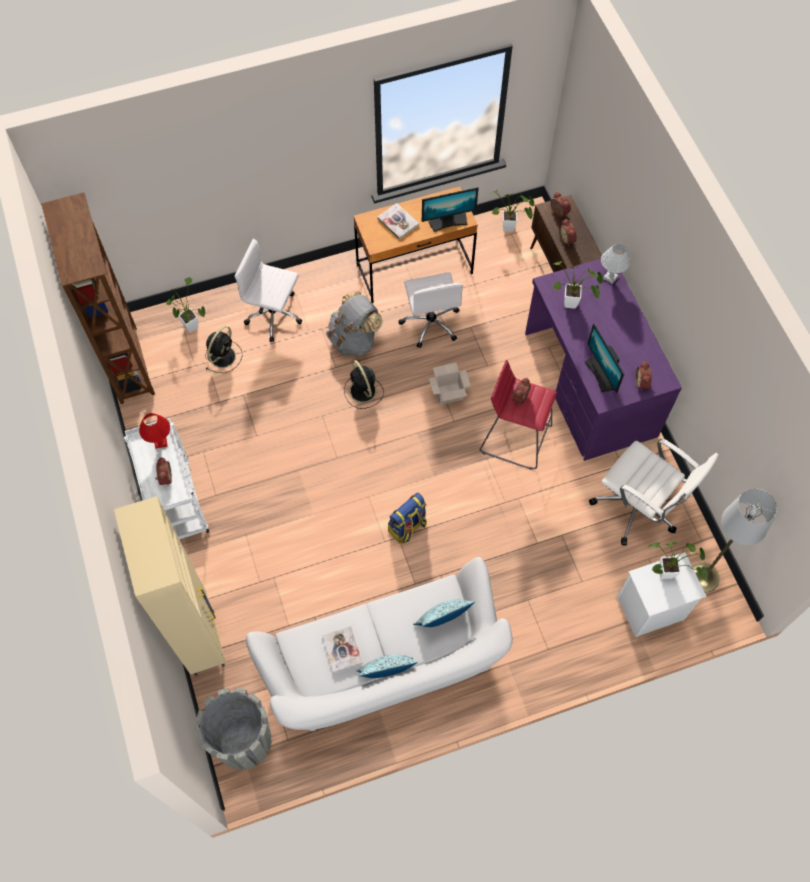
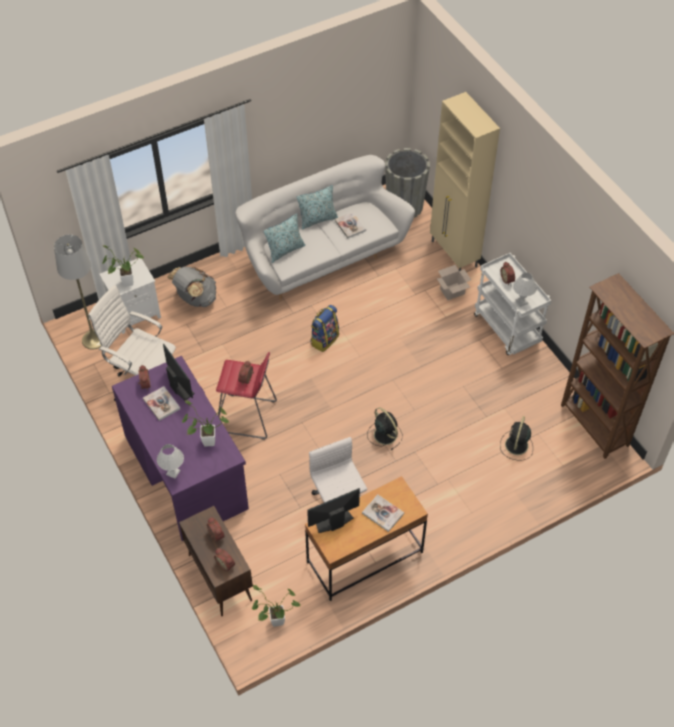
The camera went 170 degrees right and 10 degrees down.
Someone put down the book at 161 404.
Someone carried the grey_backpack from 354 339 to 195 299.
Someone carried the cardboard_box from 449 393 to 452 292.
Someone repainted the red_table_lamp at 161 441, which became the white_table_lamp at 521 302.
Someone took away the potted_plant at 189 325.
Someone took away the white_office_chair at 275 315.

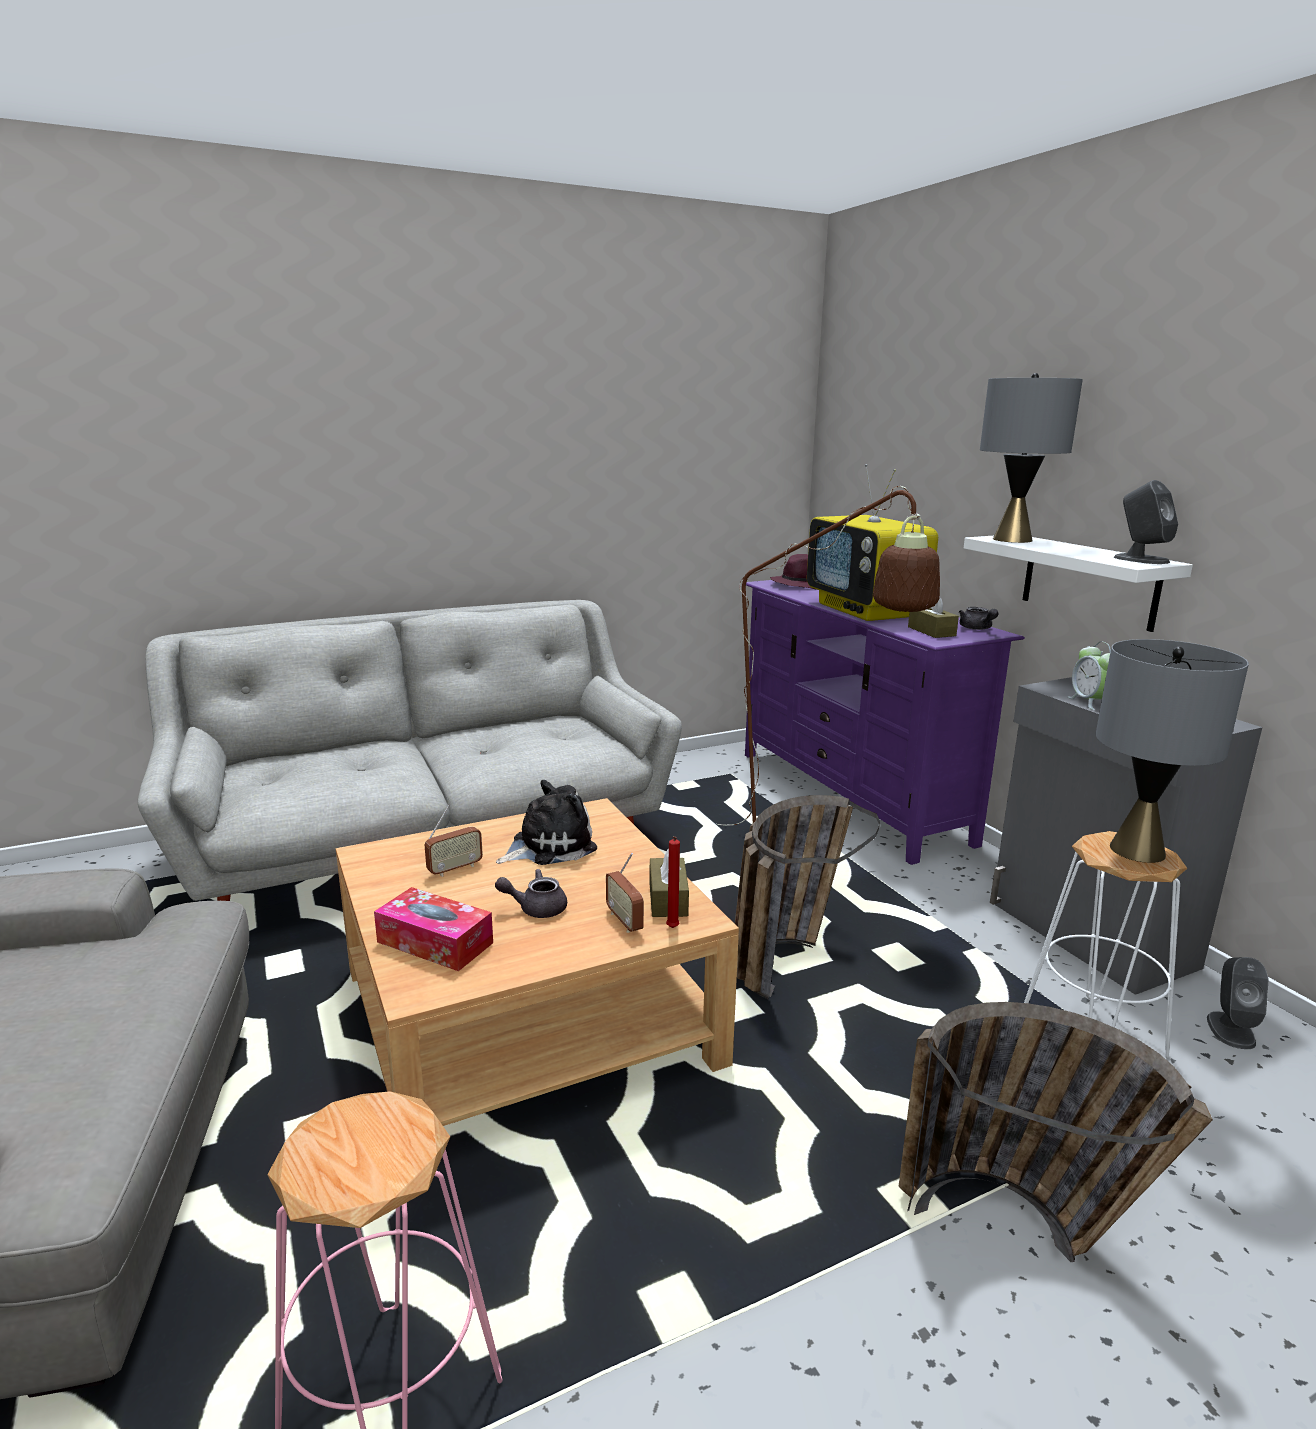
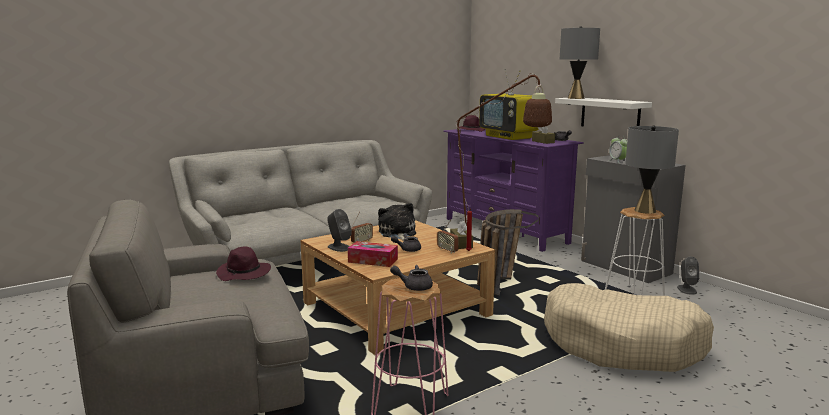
The camera went 10 degrees left and 5 degrees down.
Someone put down the purple_hat at 244 274.
Someone carried the grey_speaker from 1140 559 to 339 247.
Someone rotated the plush_toy at 549 846 by 60 degrees counterclockwise.
Someone put down the grey_teapot at 414 287.
Someone swapped the basket at 1024 1227 for the beige_dog_bed at 622 344.

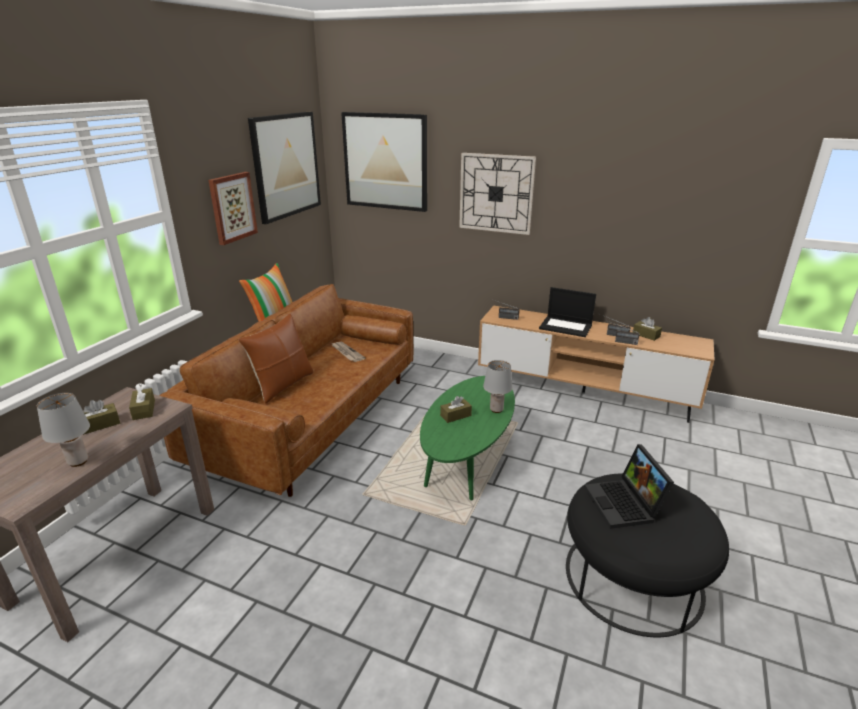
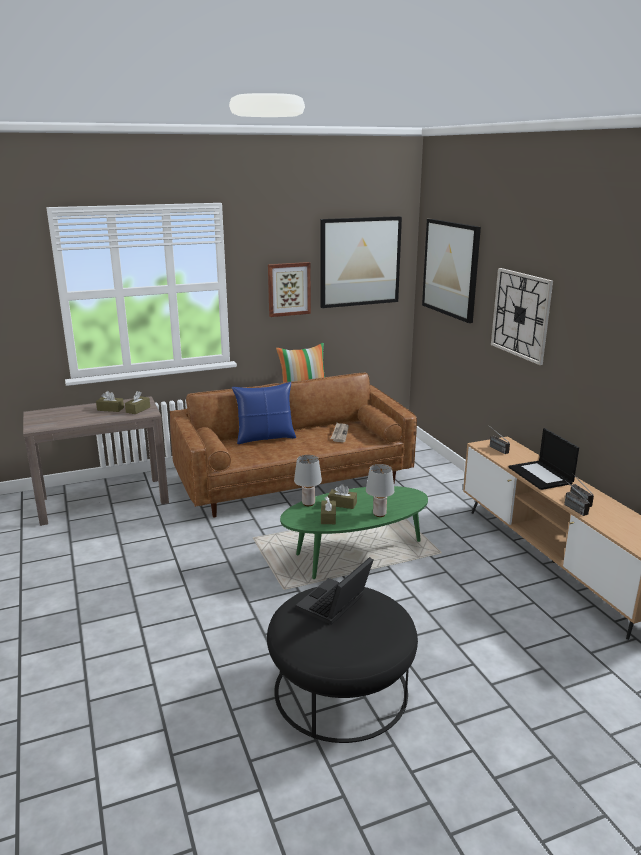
The camera went 45 degrees right and 5 degrees down.
Someone repainted the brown_pillow at 282 385, which became the blue_pillow at 265 438.
Someone carried the grey_table_lamp from 78 462 to 308 503.
Someone carried the brown_tissue_box from 646 335 to 328 517.

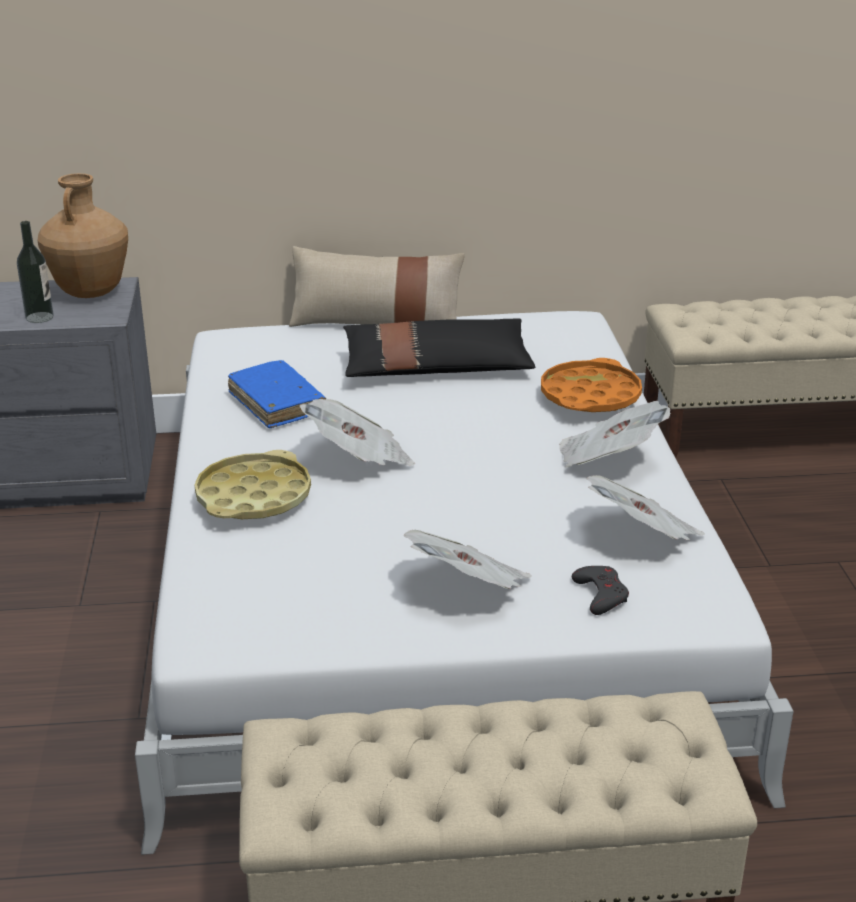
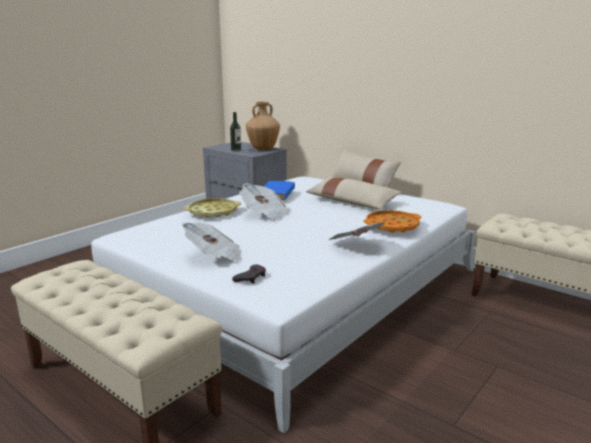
The camera went 45 degrees right and 10 degrees down.
Someone repainted the black_pillow at 436 367, which became the beige_pillow at 352 202.
Someone took away the newspaper at 643 536.

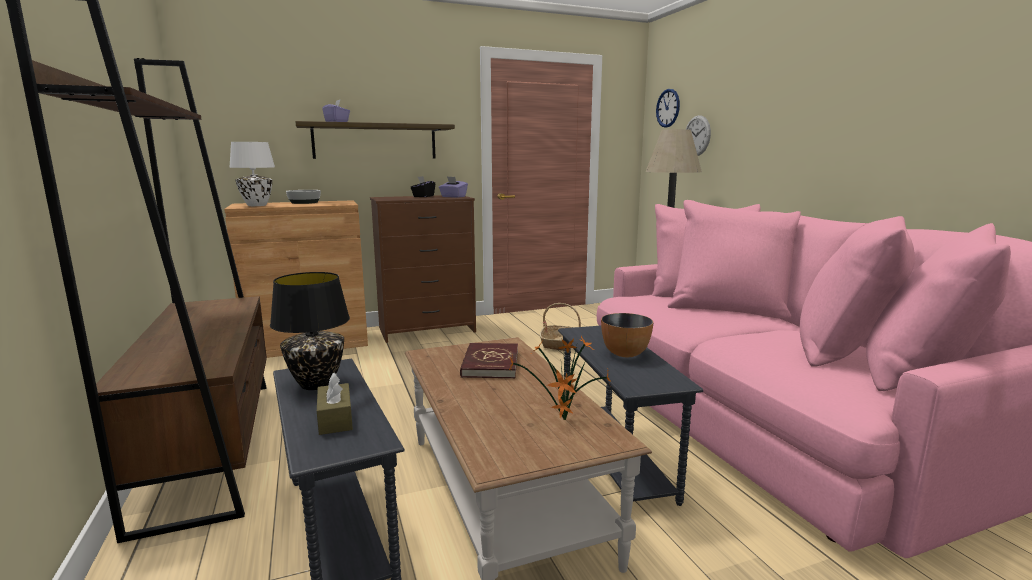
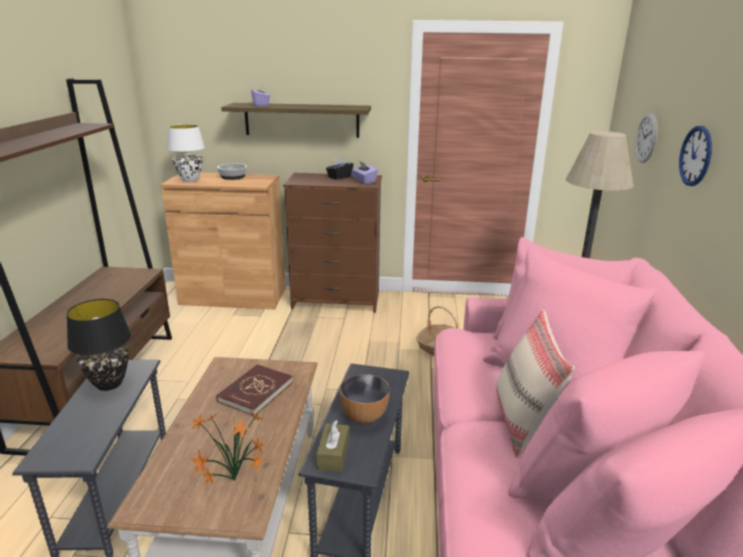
The camera went 25 degrees right and 10 degrees up.
Someone carried the brown_tissue_box from 335 419 to 333 455.
Someone put down the beige_pillow at 523 422.
Someone carried the wall_clock from 668 108 to 695 156.

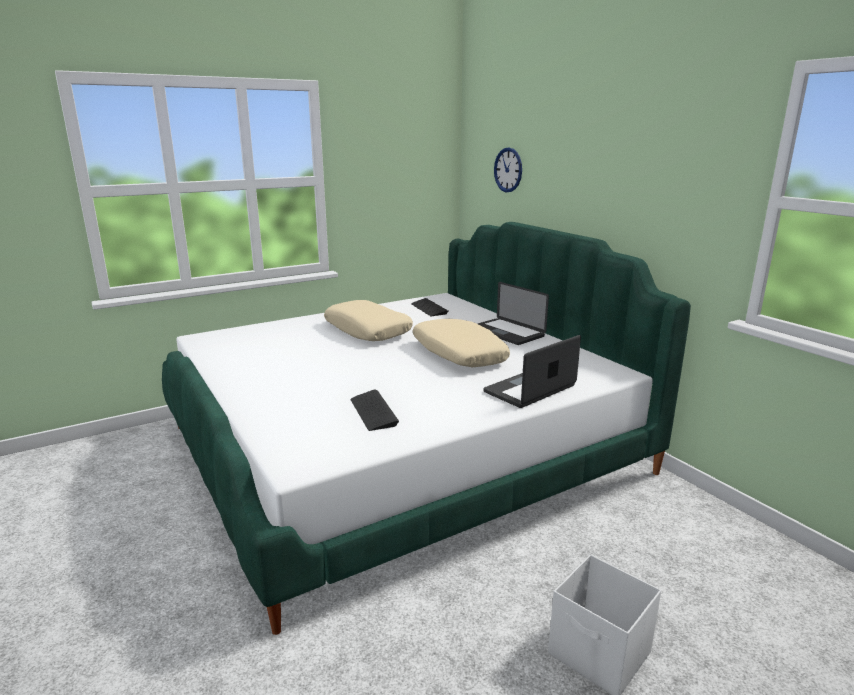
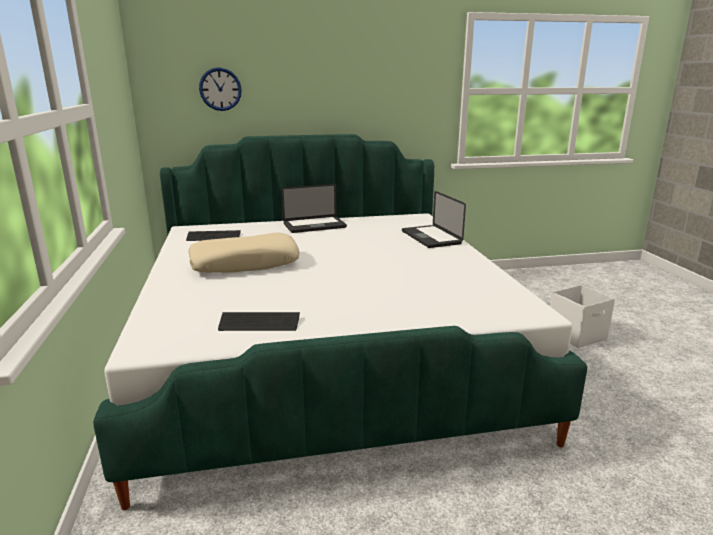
The camera went 70 degrees left and 0 degrees up.
Someone carried the keyboard from 373 411 to 259 323.
Someone took away the beige_pillow at 458 354.

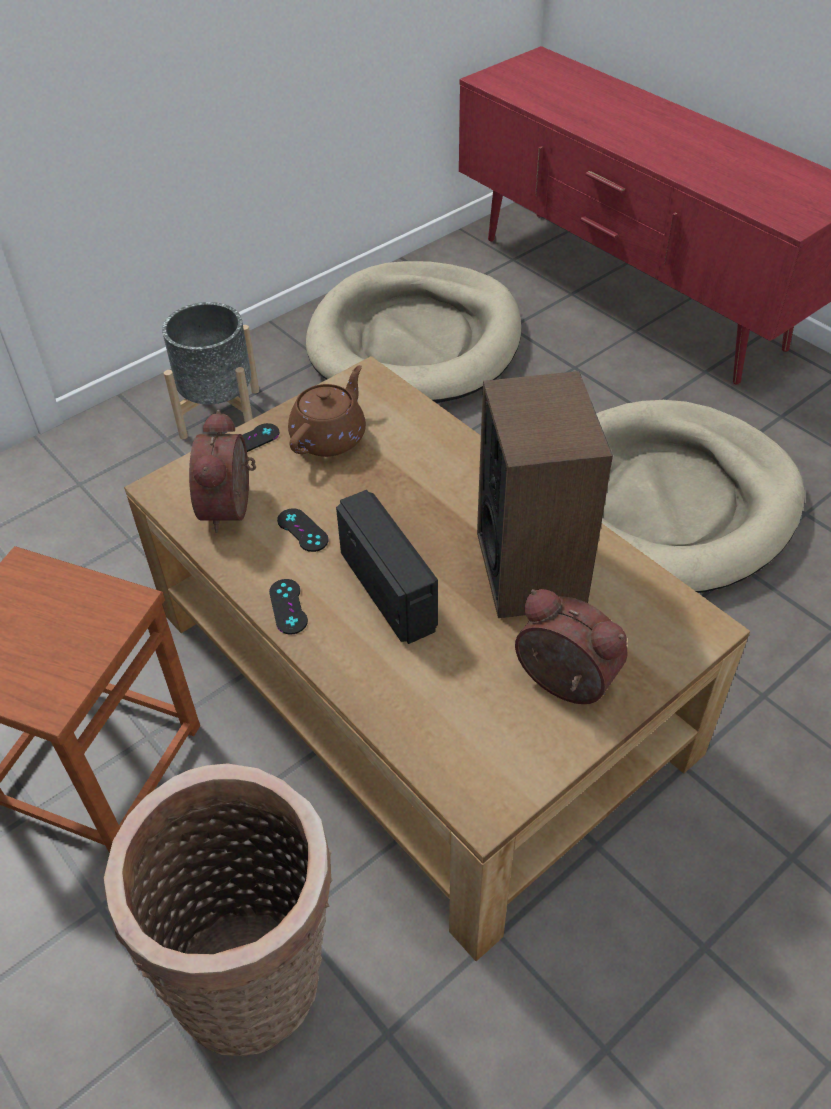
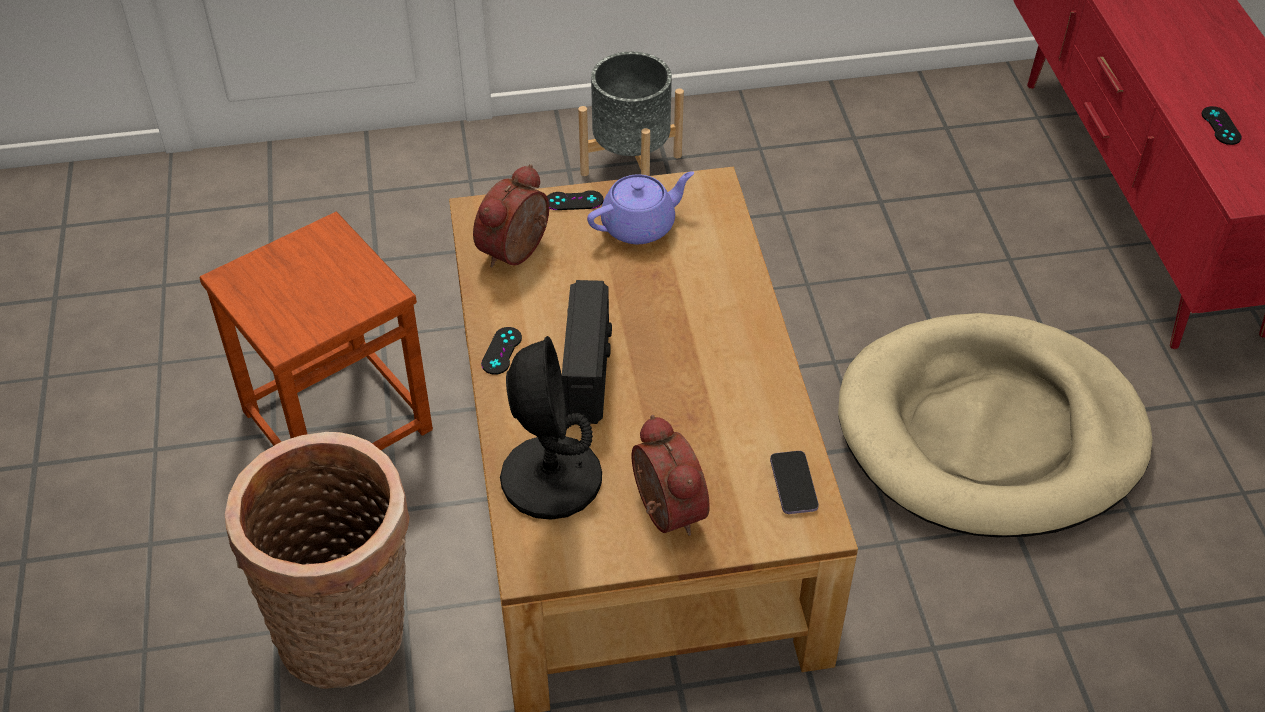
The camera went 30 degrees right and 0 degrees up.
Someone put down the black_table_lamp at 551 478.
Someone repainted the brown_teapot at 330 437, which became the purple_teapot at 640 226.
Someone put down the phone at 793 484.
Someone carried the black_game_controller from 302 530 to 1221 126.
Someone took away the beige_dog_bed at 415 341.
Someone took away the speaker at 531 568.

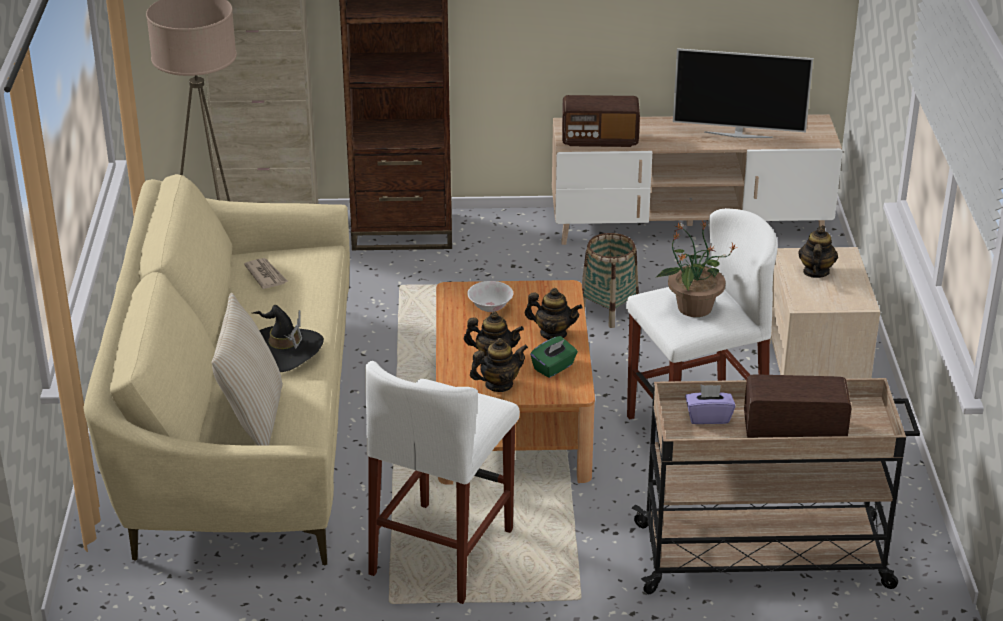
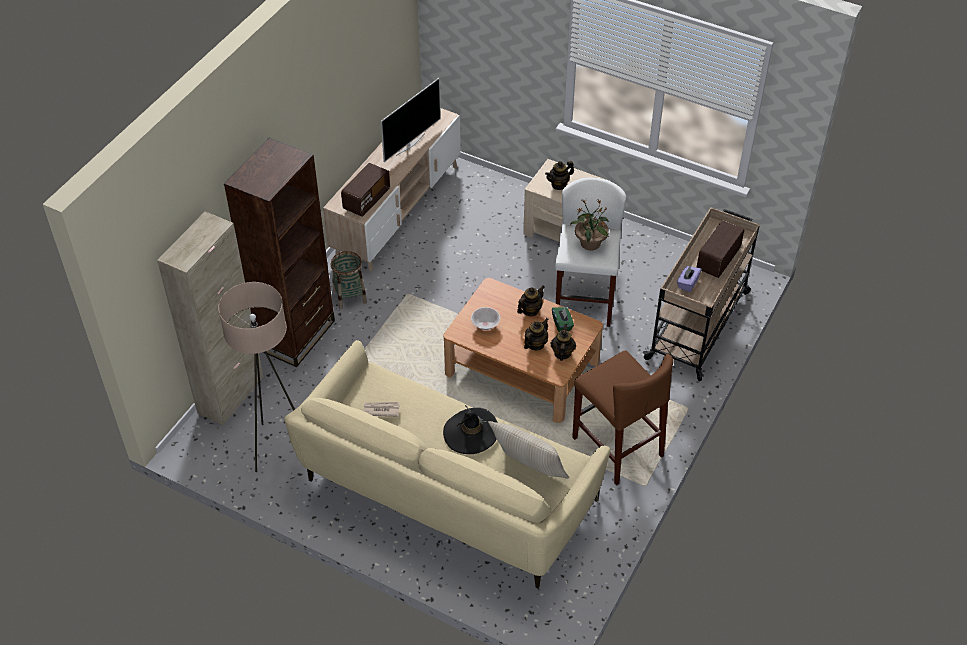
The camera went 60 degrees left and 15 degrees up.
Someone carried the basket from 609 311 to 350 296.
Someone rotated the teapot at 815 272 by 75 degrees counterclockwise.
Someone repainted the white_stool at 442 551, which became the brown_stool at 617 447.

